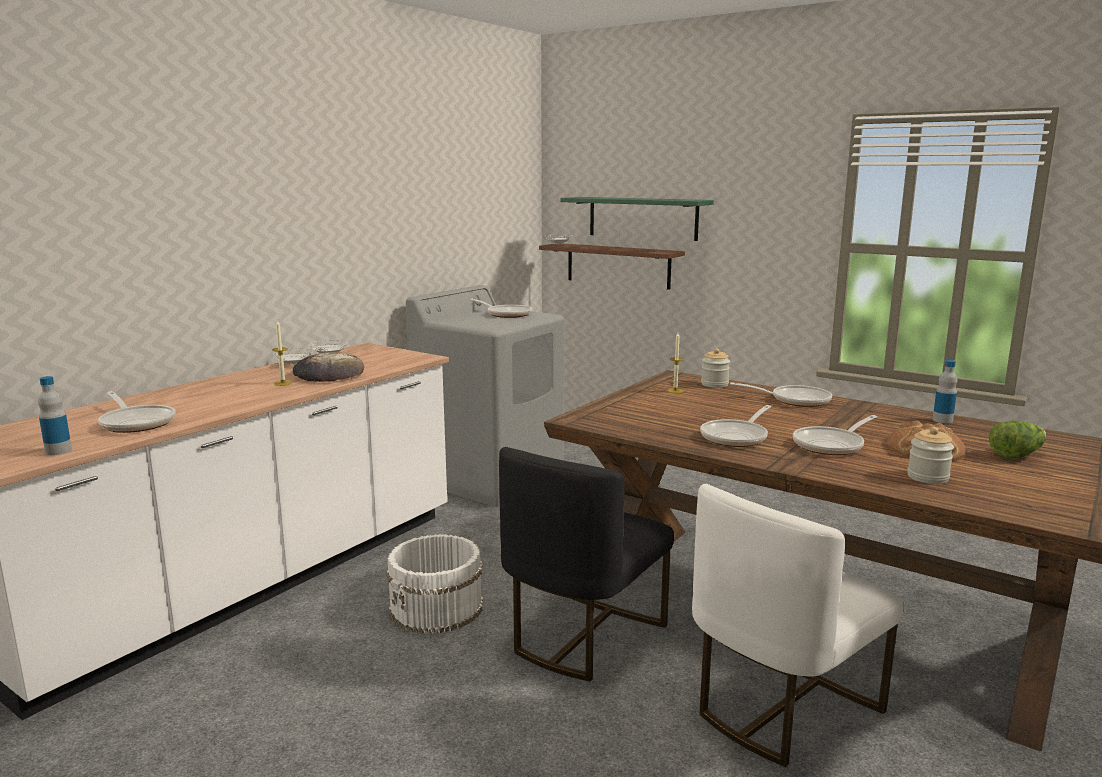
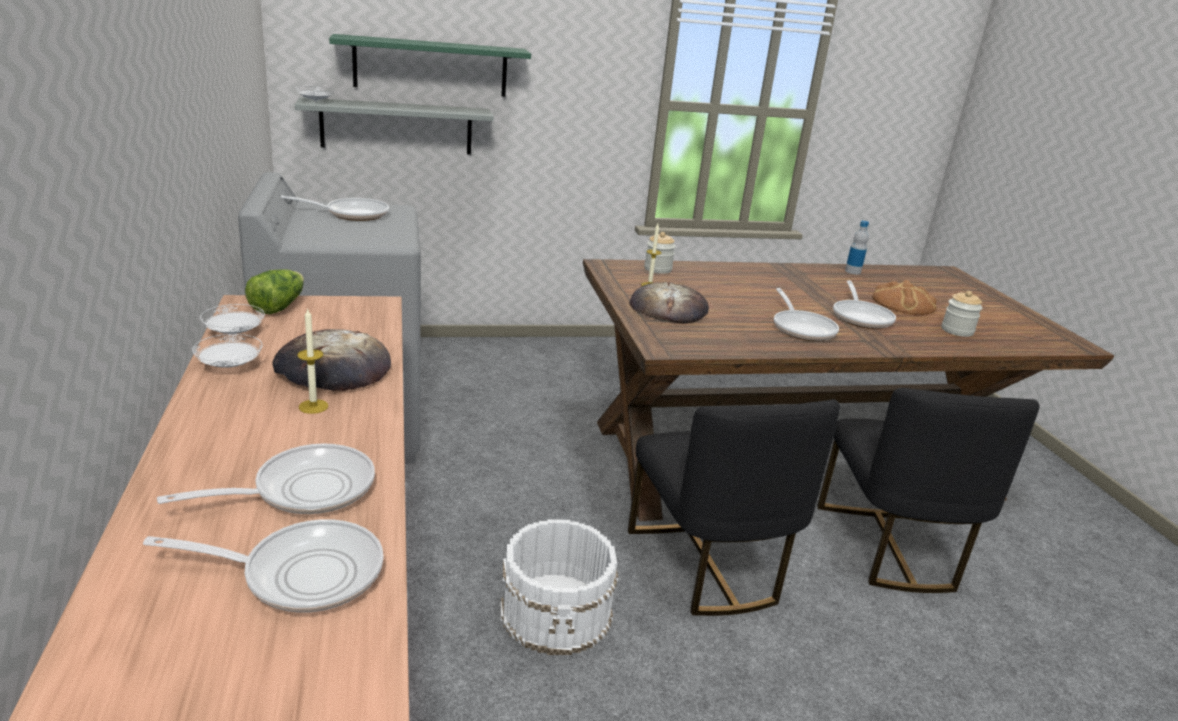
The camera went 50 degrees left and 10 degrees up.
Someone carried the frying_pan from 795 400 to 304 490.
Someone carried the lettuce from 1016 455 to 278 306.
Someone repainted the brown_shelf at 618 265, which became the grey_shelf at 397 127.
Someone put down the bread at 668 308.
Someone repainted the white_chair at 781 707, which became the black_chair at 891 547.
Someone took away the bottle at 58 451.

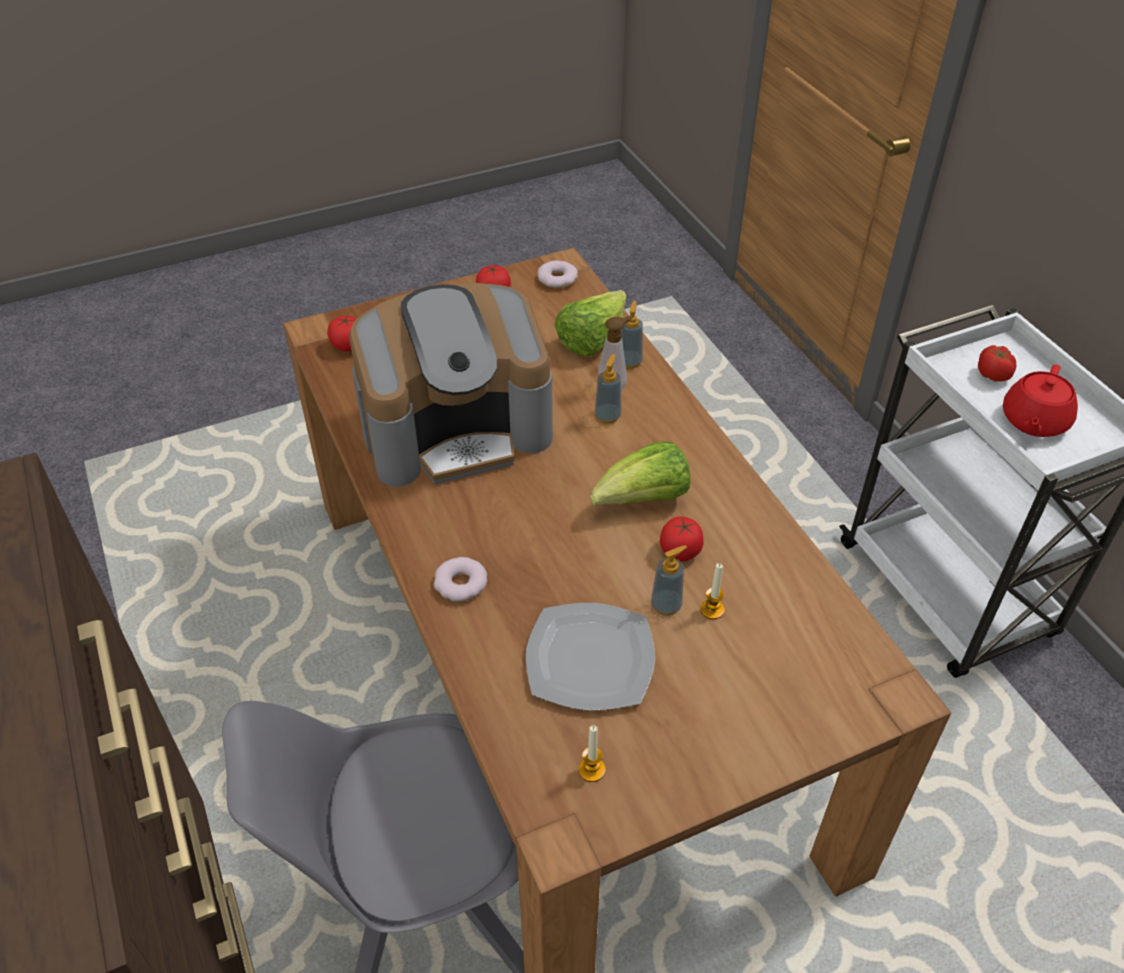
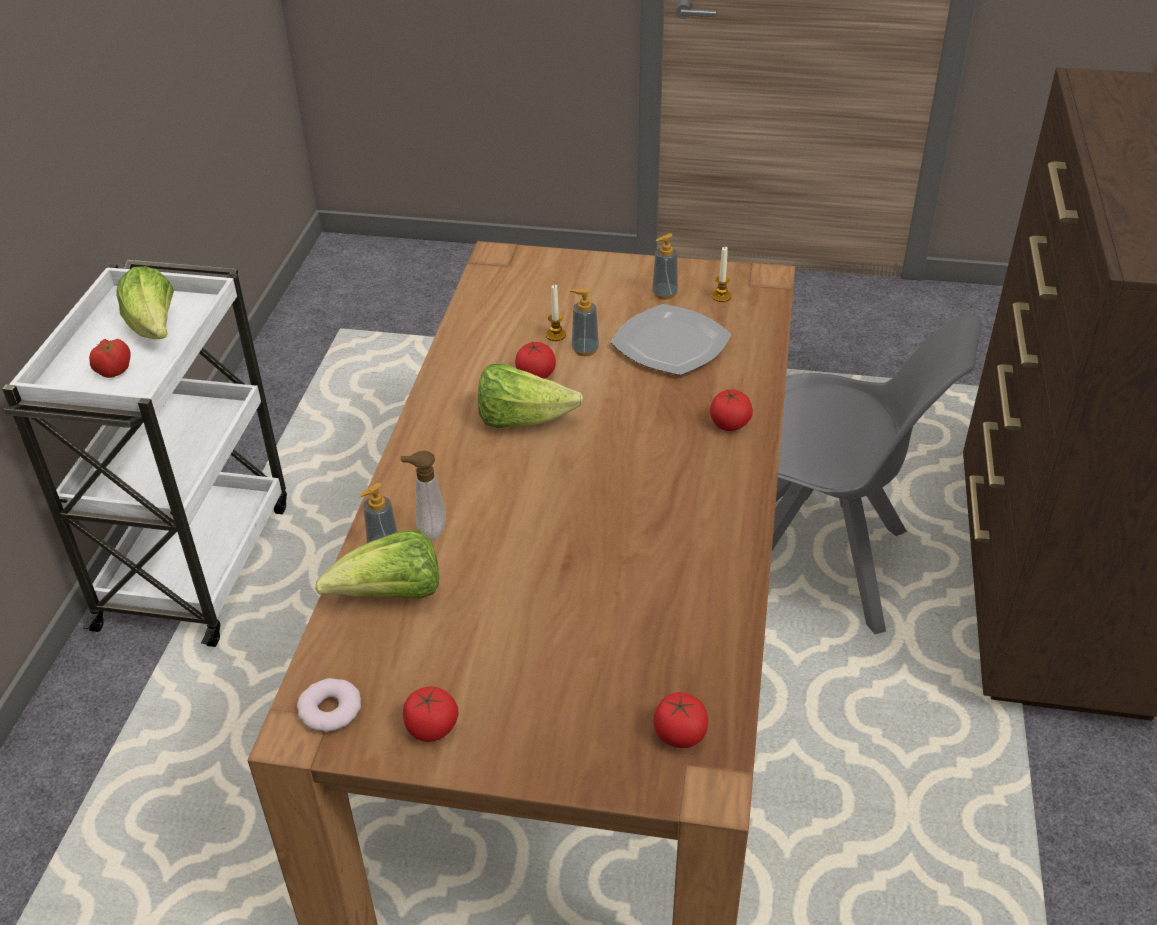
The camera went 145 degrees left and 5 degrees down.
Someone swapped the red_teapot at 1033 421 for the lettuce at 155 329.
Someone carried the soap_dispenser from 607 416 to 664 294.
Someone swapped the donut at 461 583 for the tomato at 729 424.
Someone took away the coffee_machine at 457 429.

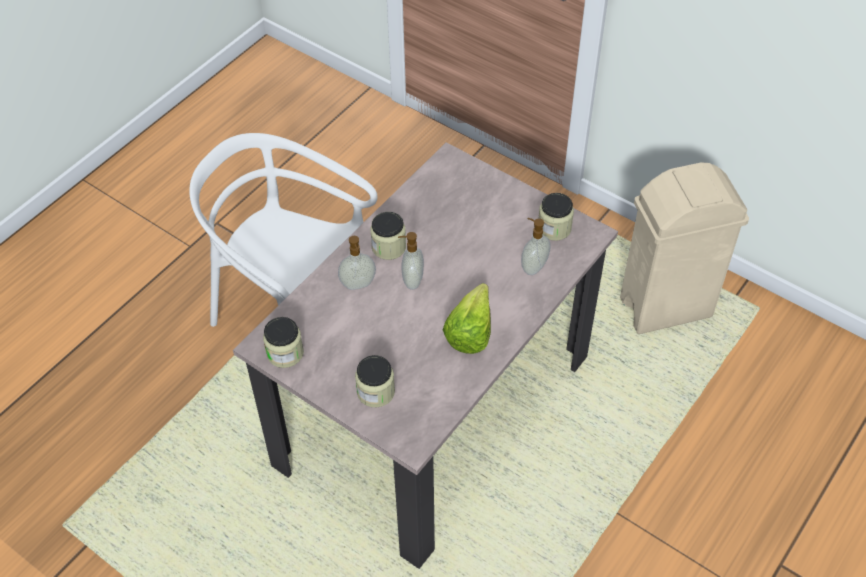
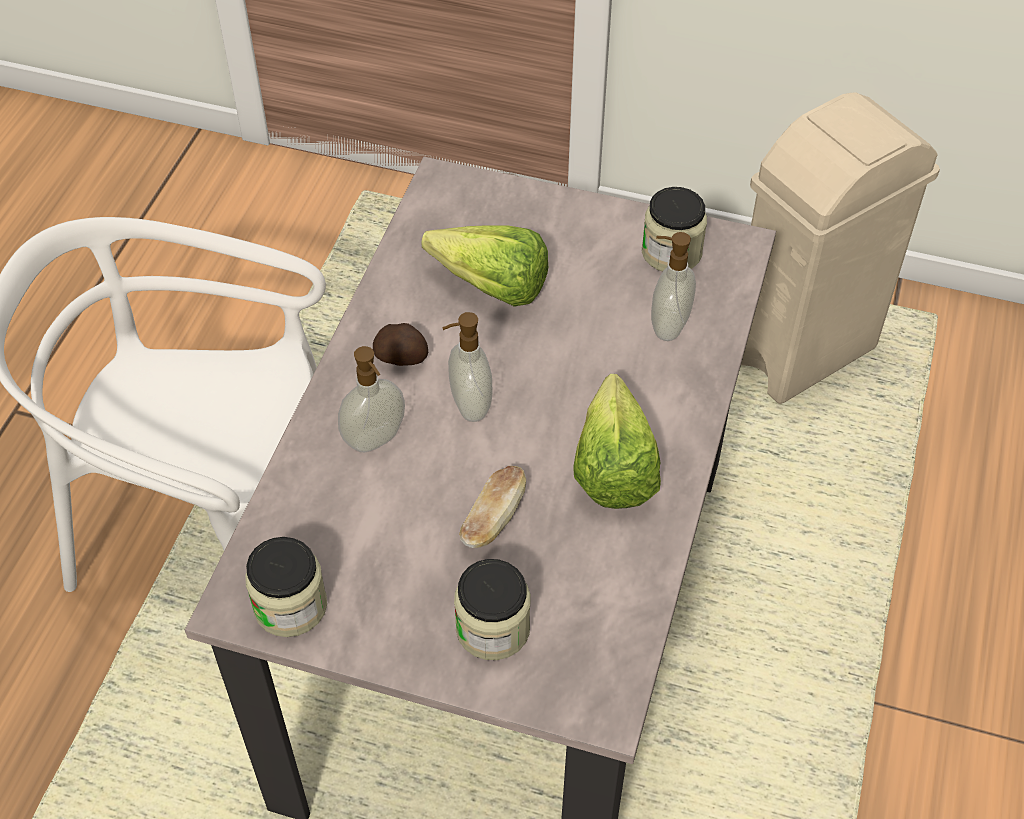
The camera went 20 degrees left and 0 degrees up.
Someone swapped the jar at 388 247 for the potato at 402 358.
Someone put down the lettuce at 483 282.
Someone put down the bread at 493 519.

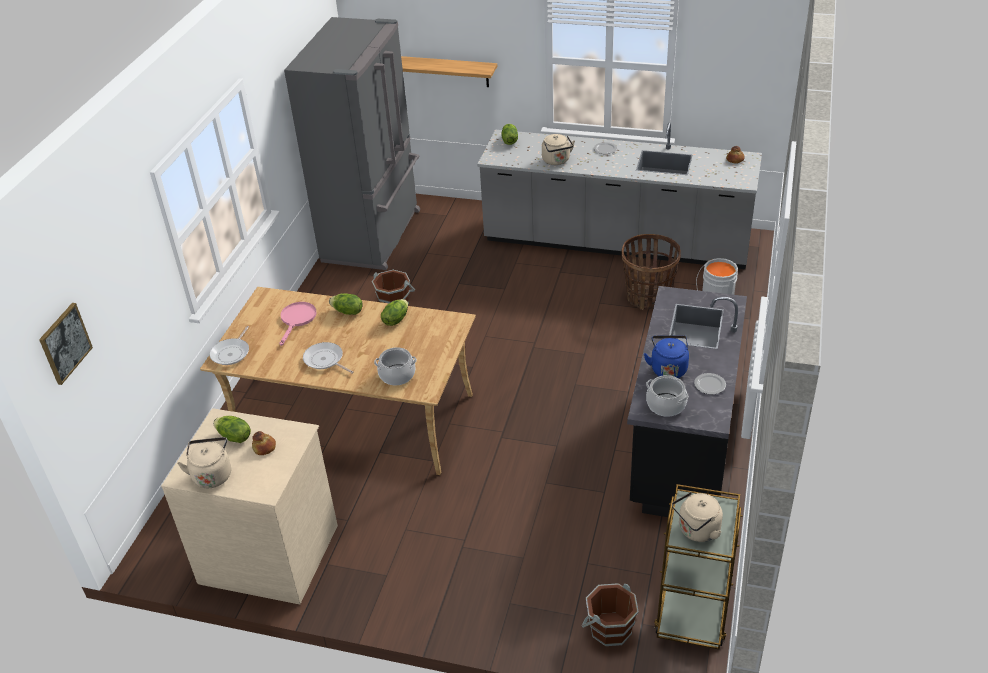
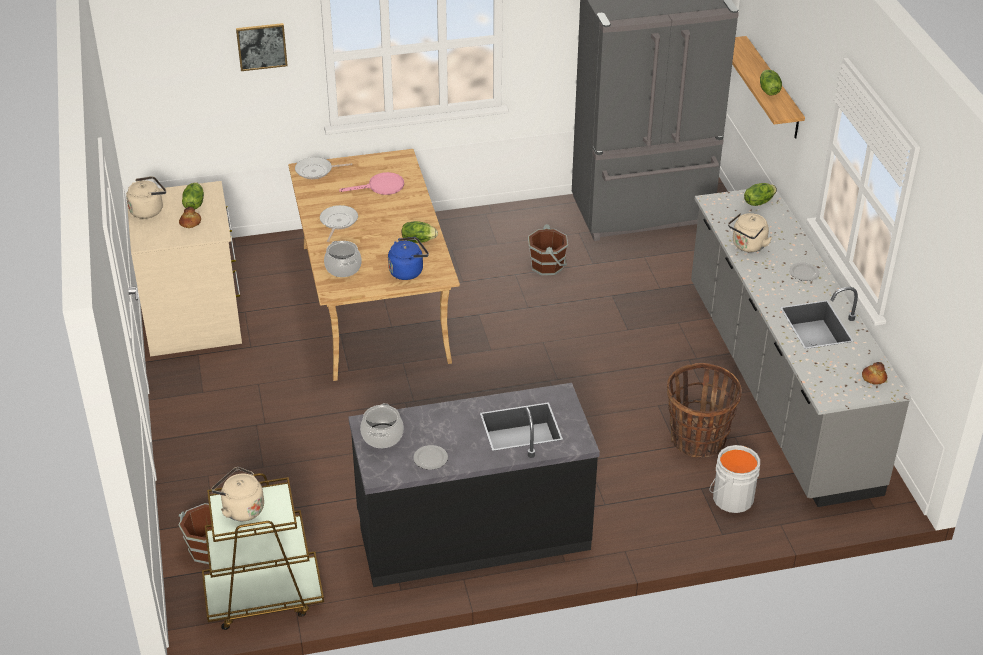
The camera went 60 degrees right and 0 degrees up.
Someone carried the picture from 65 343 to 261 46.
Someone carried the blue_kettle from 668 368 to 408 271.
Someone carried the lettuce from 347 312 to 768 90.

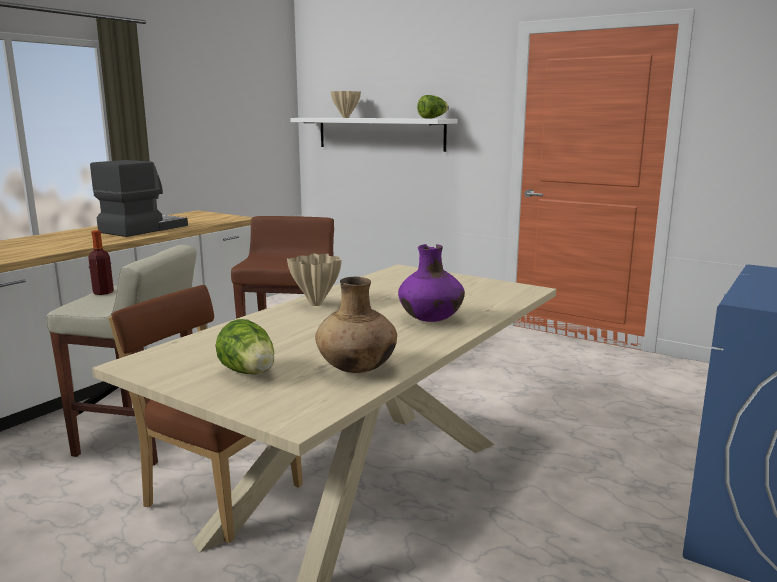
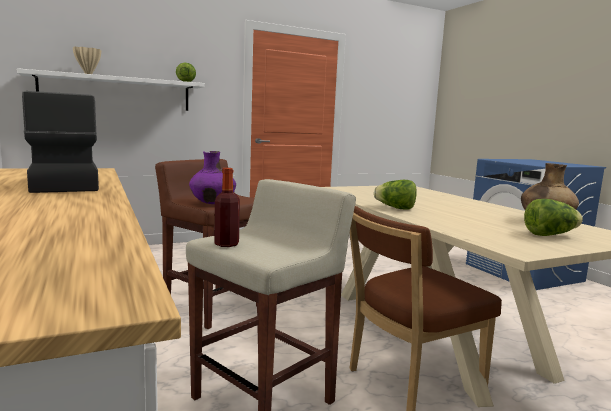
The camera went 60 degrees left and 5 degrees down.
Someone carried the purple_vase from 431 320 to 213 203.
Someone swapped the beige_vase at 317 304 for the lettuce at 395 208.

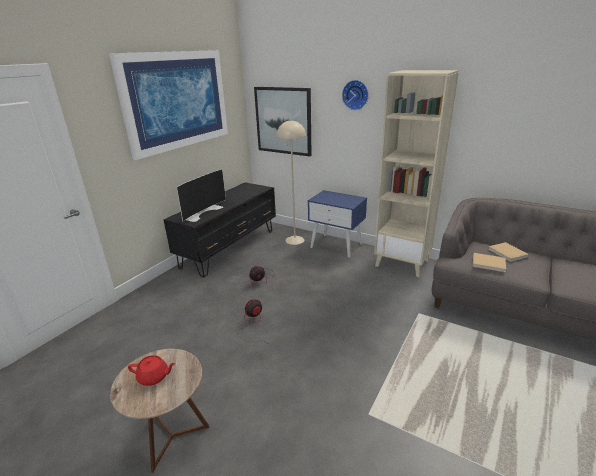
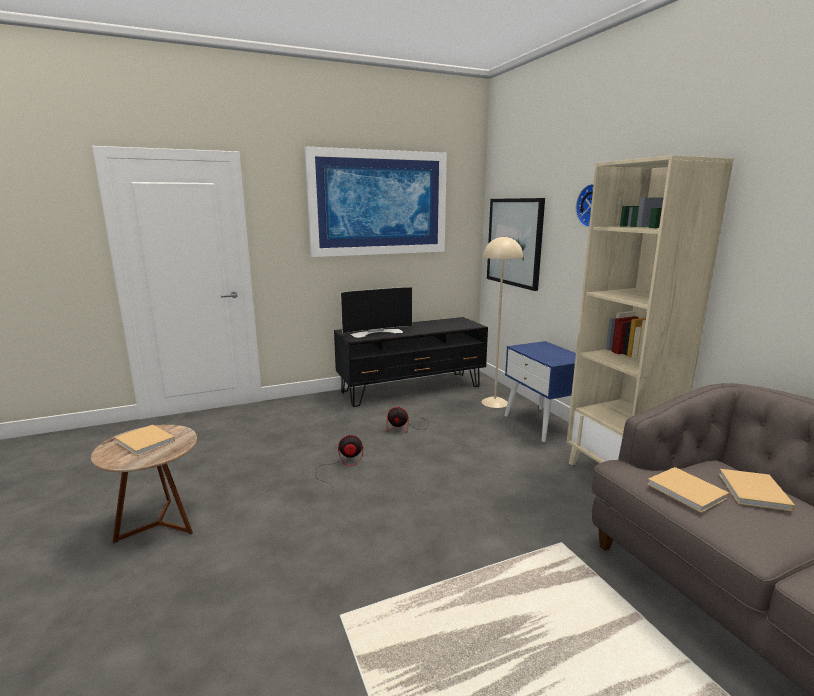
The camera went 35 degrees right and 10 degrees down.
Someone swapped the red_teapot at 154 377 for the beige_book at 146 442.

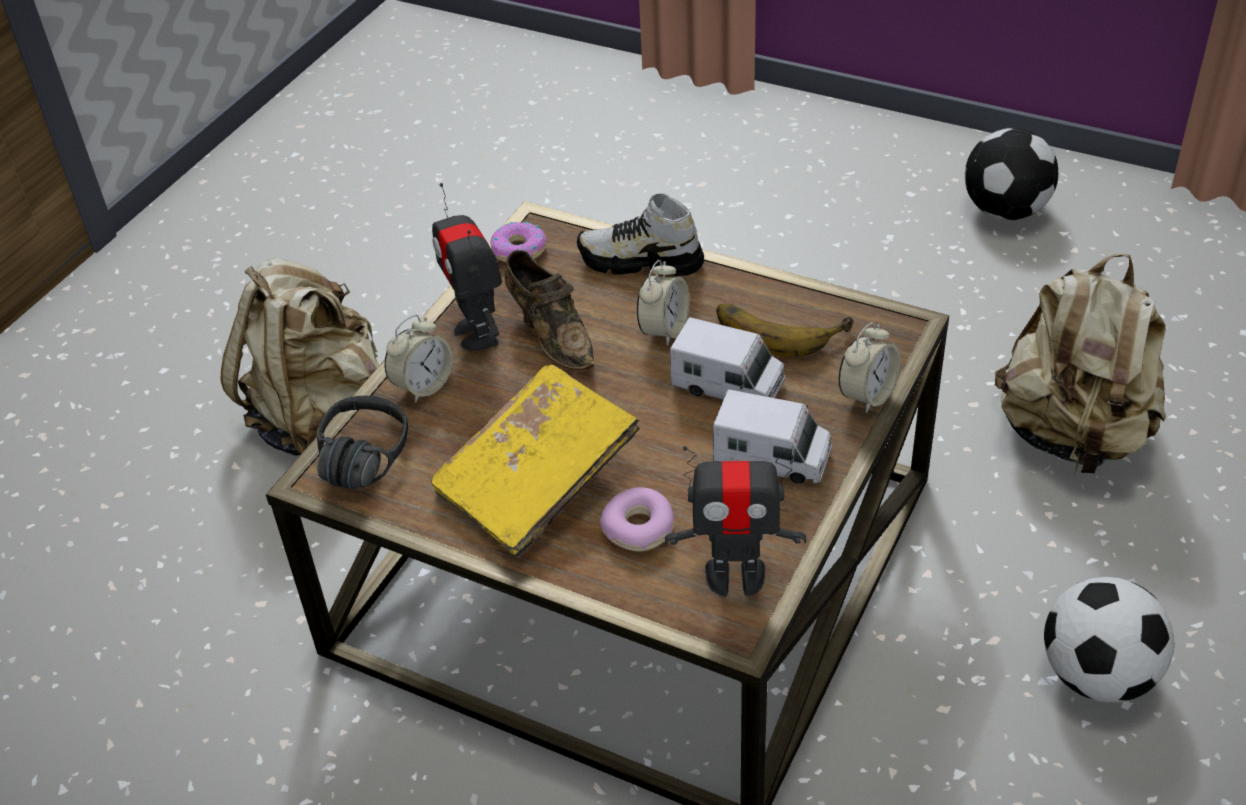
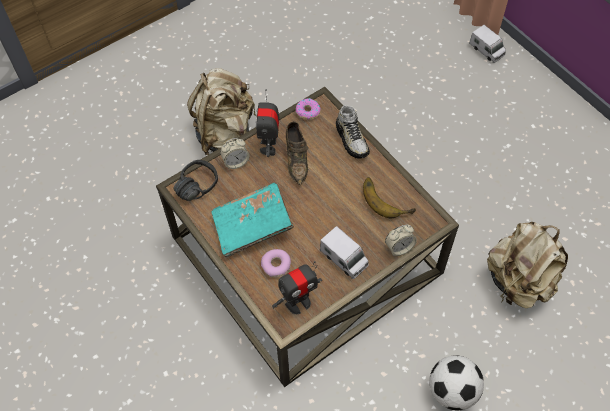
The camera went 25 degrees right and 15 degrees up.
Someone repainted the yellow_book at 538 480, which became the turquoise_book at 252 226.
Someone rotated the toy_robot at 735 575 by 60 degrees counterclockwise.
Someone rotated the shoe at 640 262 by 150 degrees counterclockwise.
Someone carried the toy_truck from 728 385 to 487 50.
Someone took away the alarm_clock at 664 330.
Someone took away the football at 1006 211.

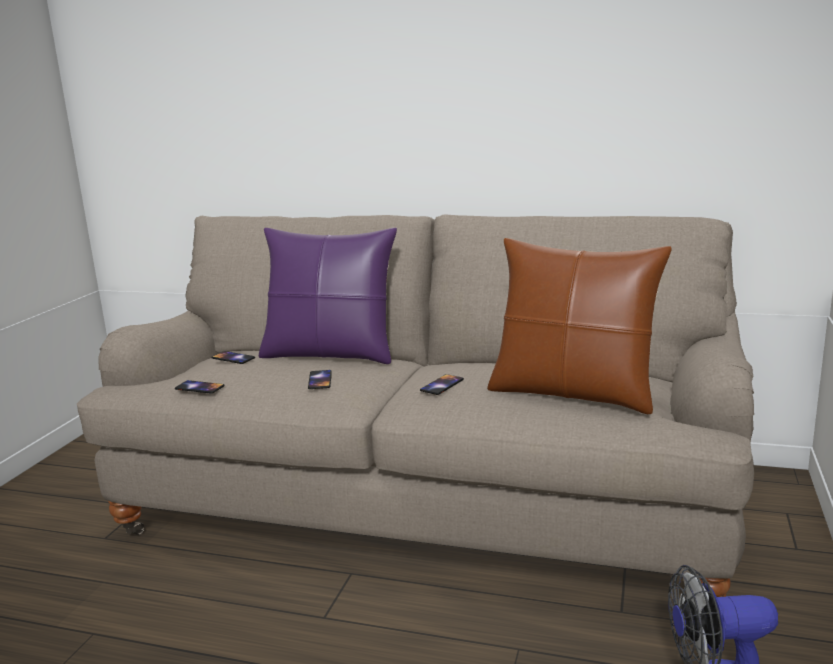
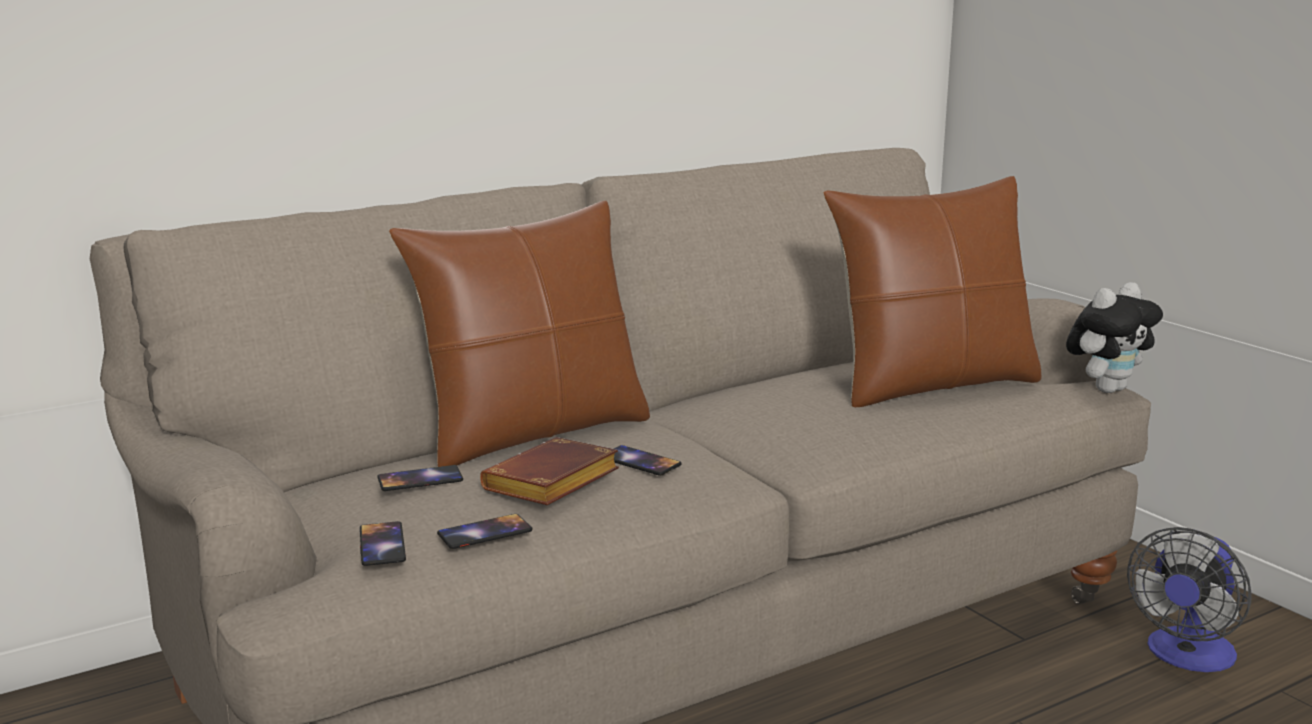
The camera went 50 degrees left and 0 degrees up.
Someone carried the phone from 442 385 to 382 544.
Someone repainted the purple_pillow at 330 354, which became the brown_pillow at 532 433.
Someone put down the brown_book at 551 484.
Someone put down the plush_toy at 1107 389.

